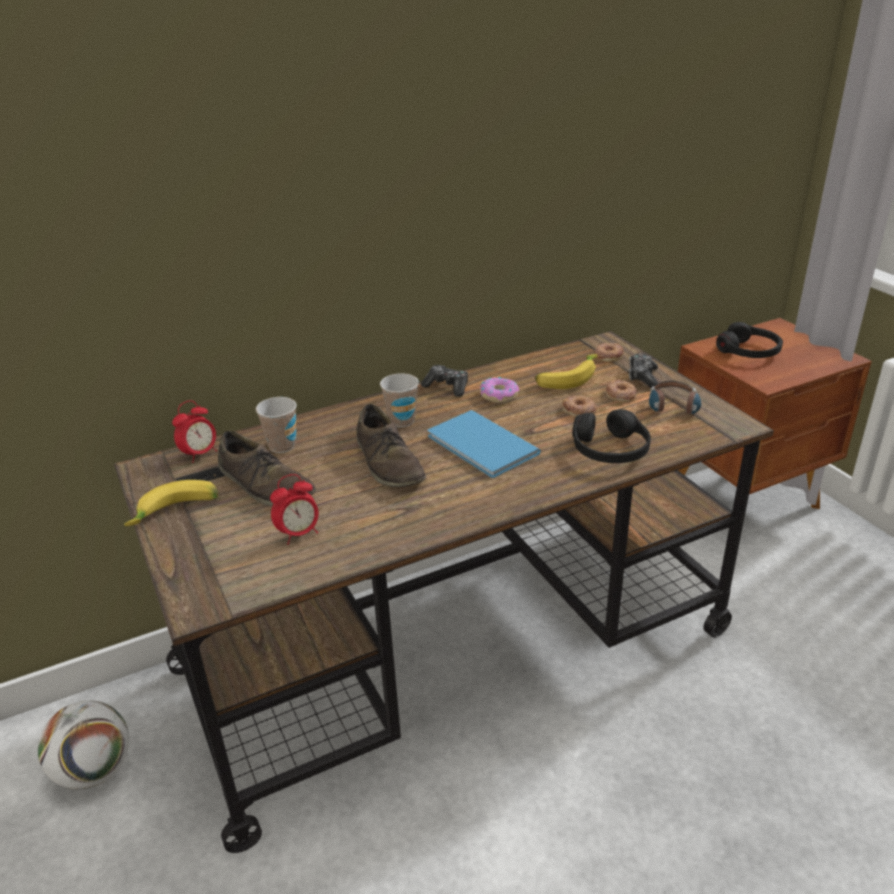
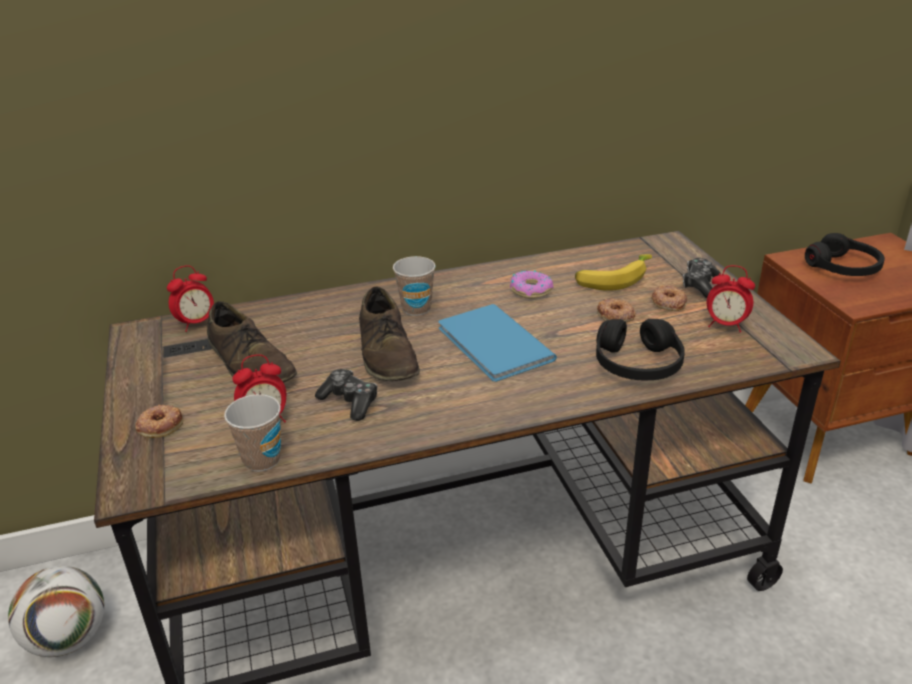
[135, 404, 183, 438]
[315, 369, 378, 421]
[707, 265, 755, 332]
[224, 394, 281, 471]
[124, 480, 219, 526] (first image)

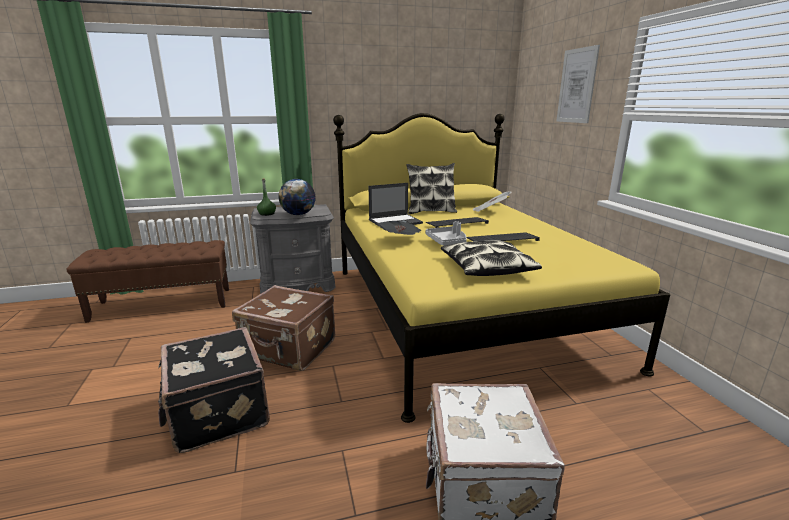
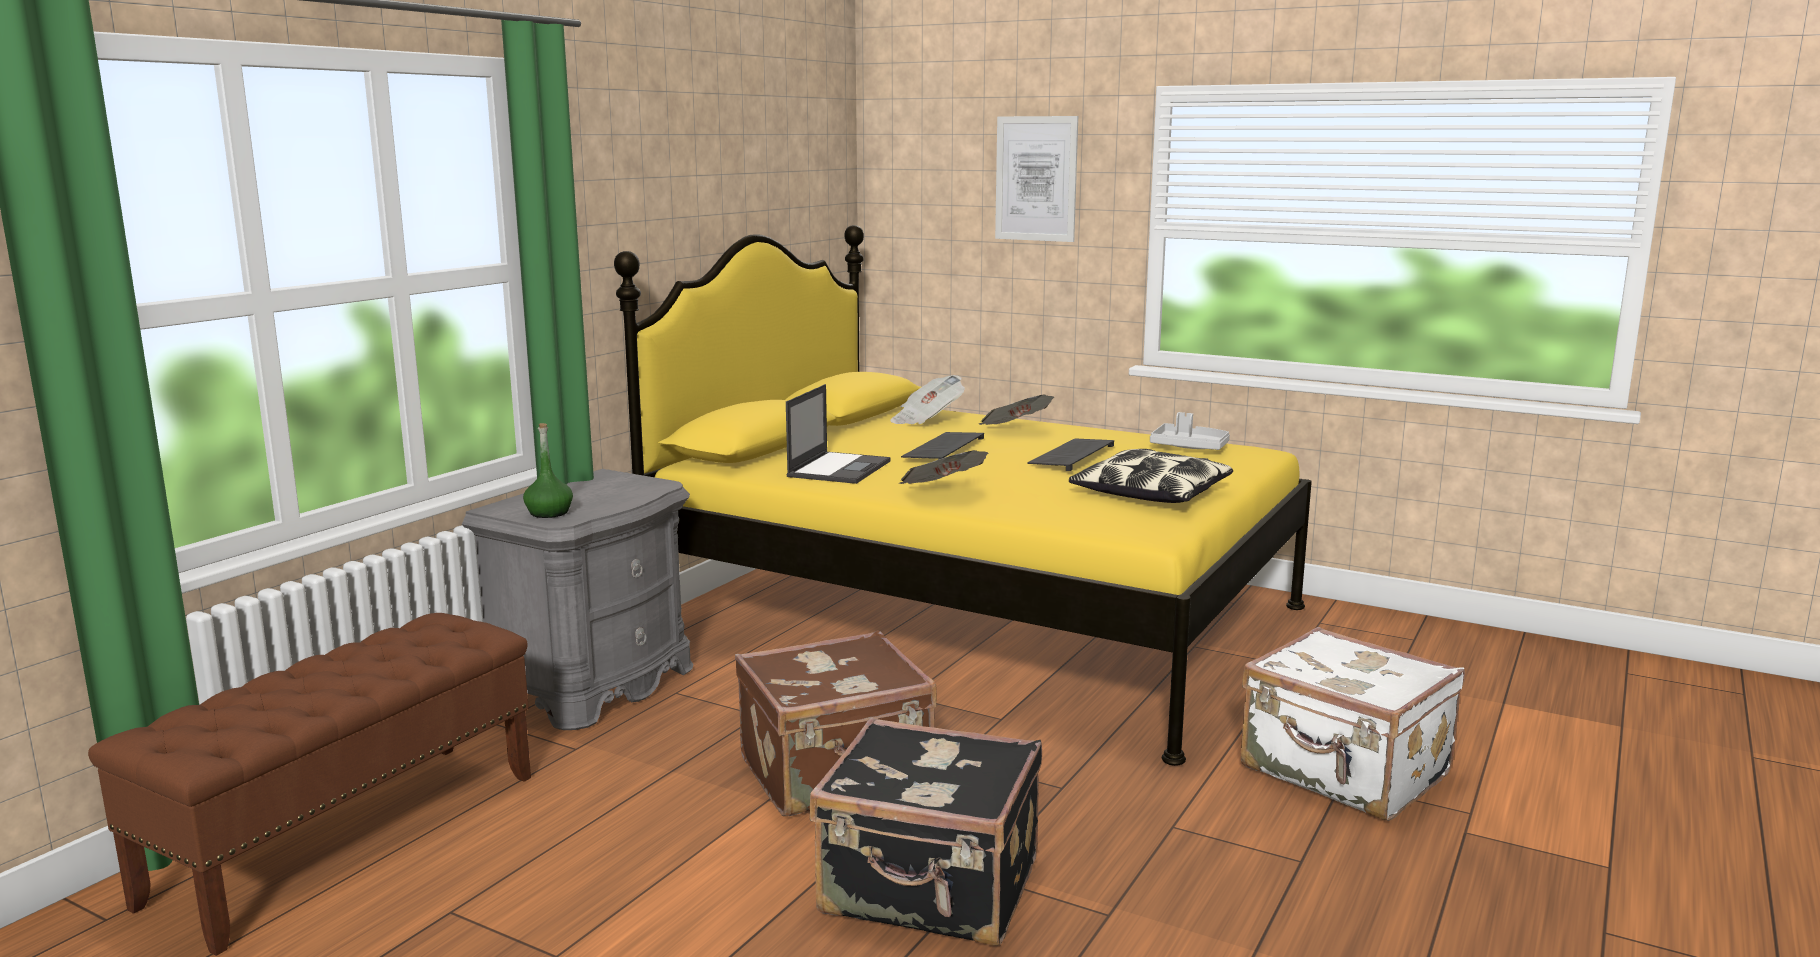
[406, 163, 457, 214] (first image)
[278, 179, 316, 215] (first image)
[1150, 412, 1230, 450]
[979, 394, 1054, 425]

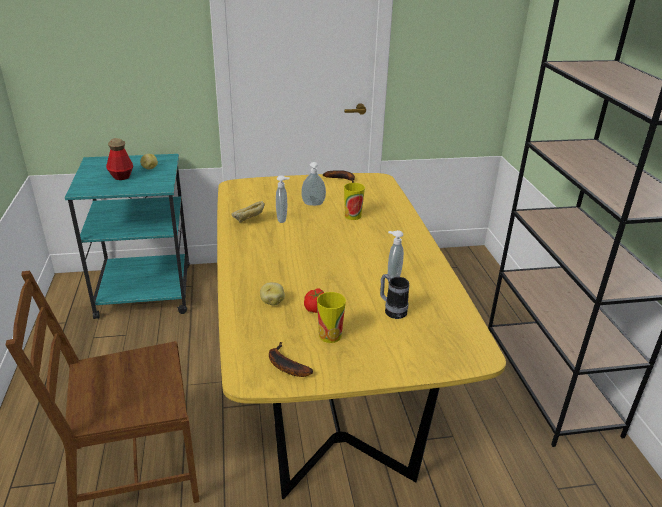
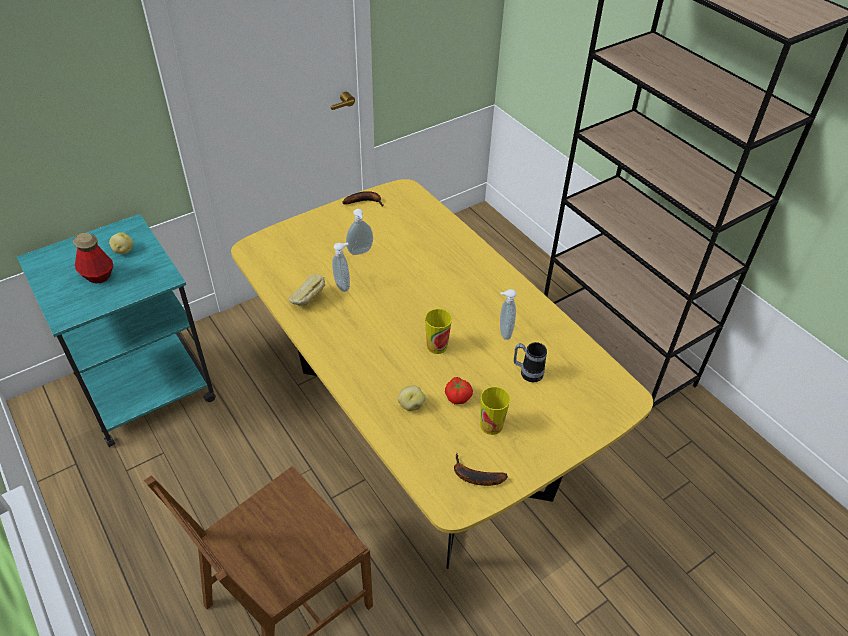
[425, 309, 452, 354]

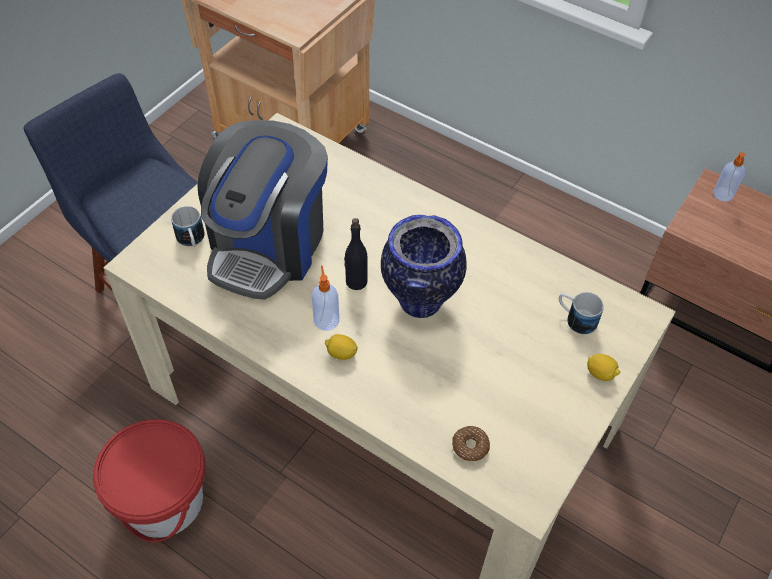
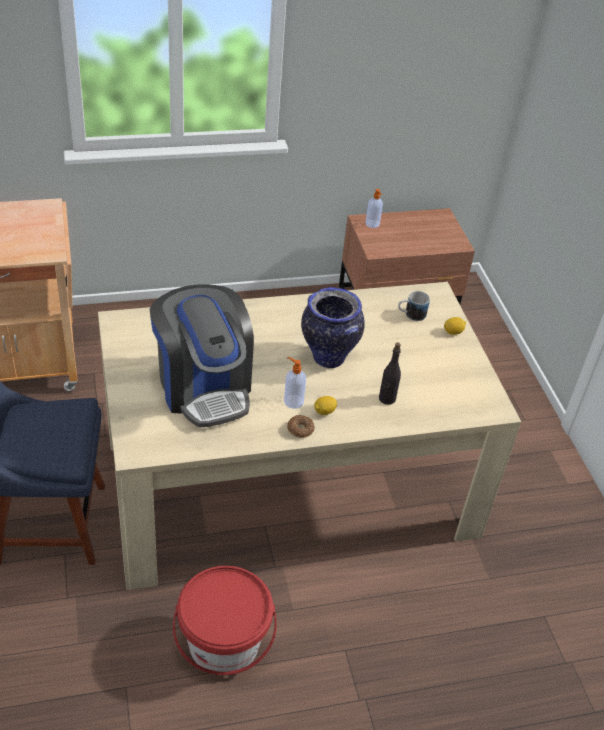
[171, 206, 205, 247] (first image)
[379, 343, 401, 405]
[287, 415, 315, 438]

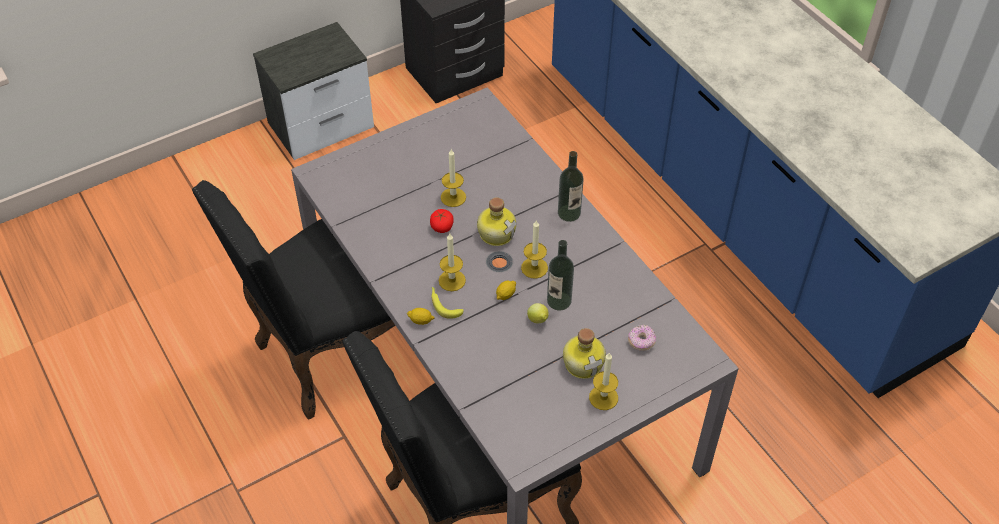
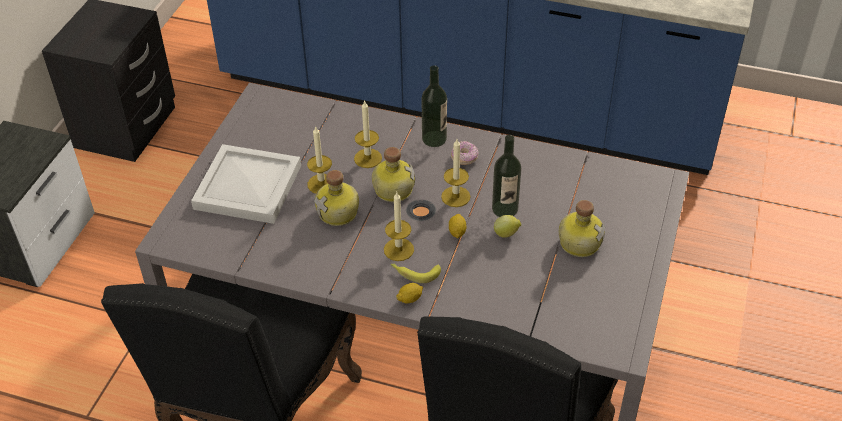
[314, 170, 359, 226]
[451, 141, 478, 165]
[354, 100, 382, 168]
[191, 144, 301, 224]

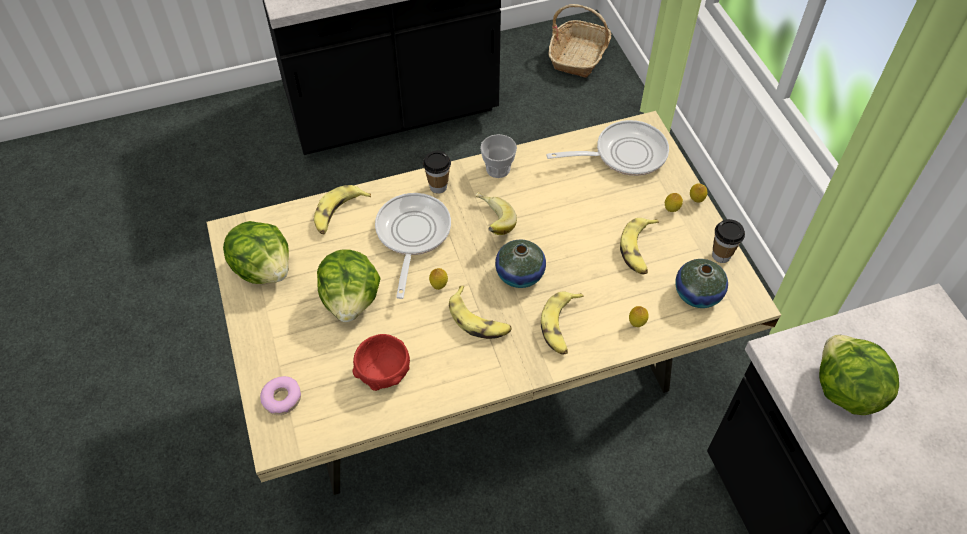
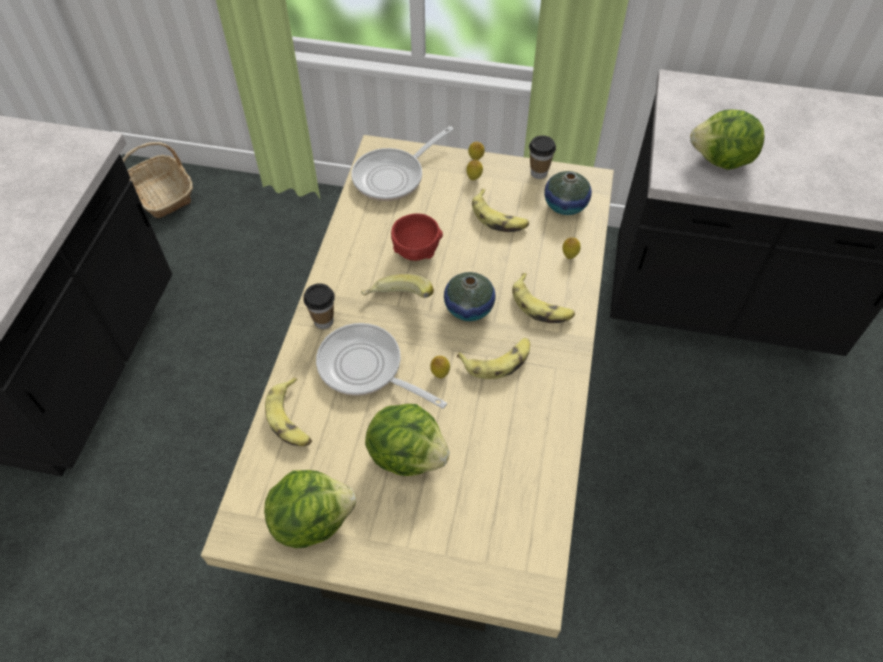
[351, 126, 454, 201]
[480, 134, 517, 178] (first image)
[391, 213, 443, 261]
[260, 376, 301, 415] (first image)

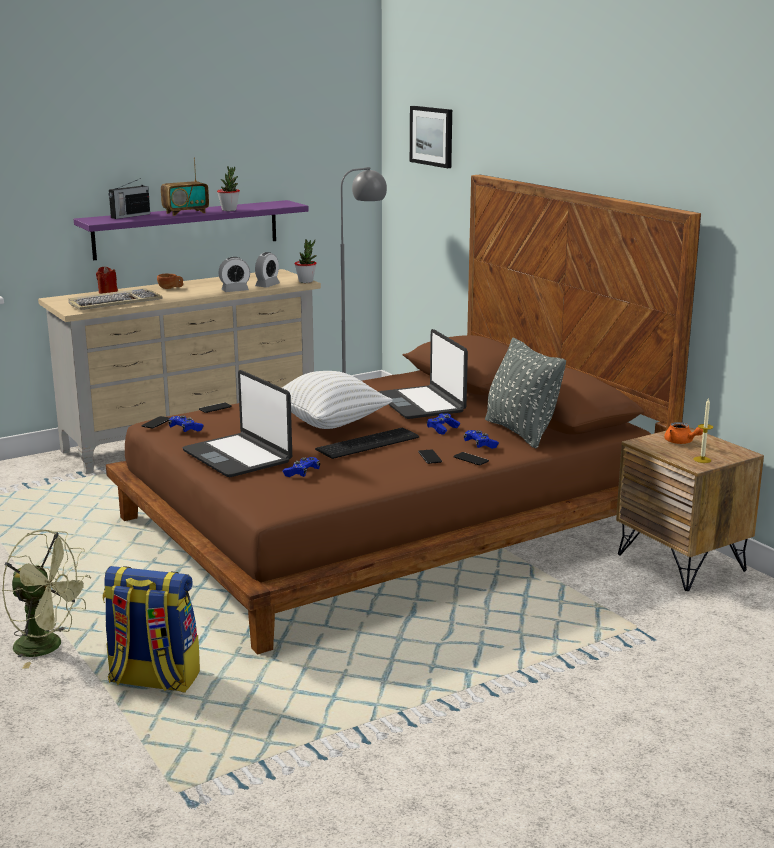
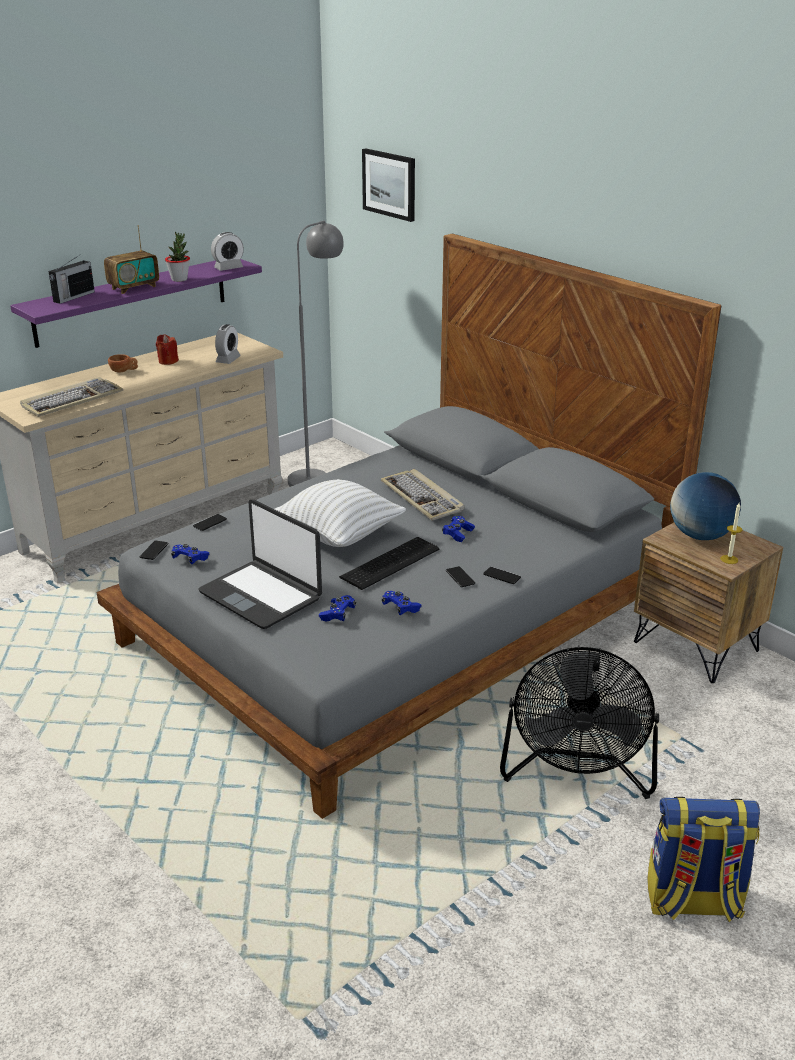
[97, 234, 721, 819]
[294, 239, 317, 283] (first image)
[211, 232, 244, 271]
[156, 334, 179, 365]
[381, 469, 464, 521]
[485, 338, 566, 448] (first image)
[670, 472, 741, 540]
[382, 591, 421, 615]
[2, 530, 91, 669] (first image)
[647, 797, 760, 922]
[500, 646, 659, 799]

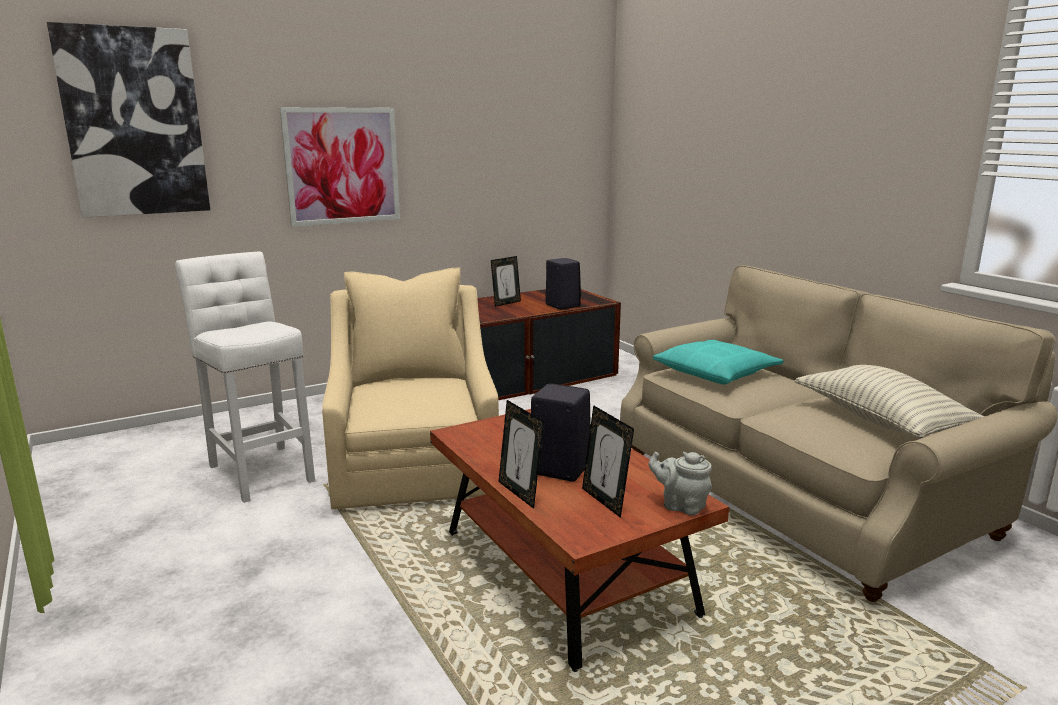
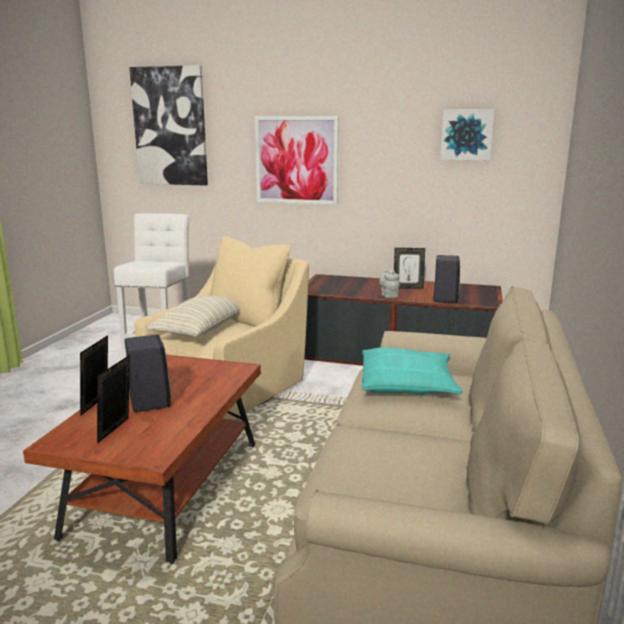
[146, 295, 240, 337]
[379, 269, 399, 298]
[440, 109, 494, 160]

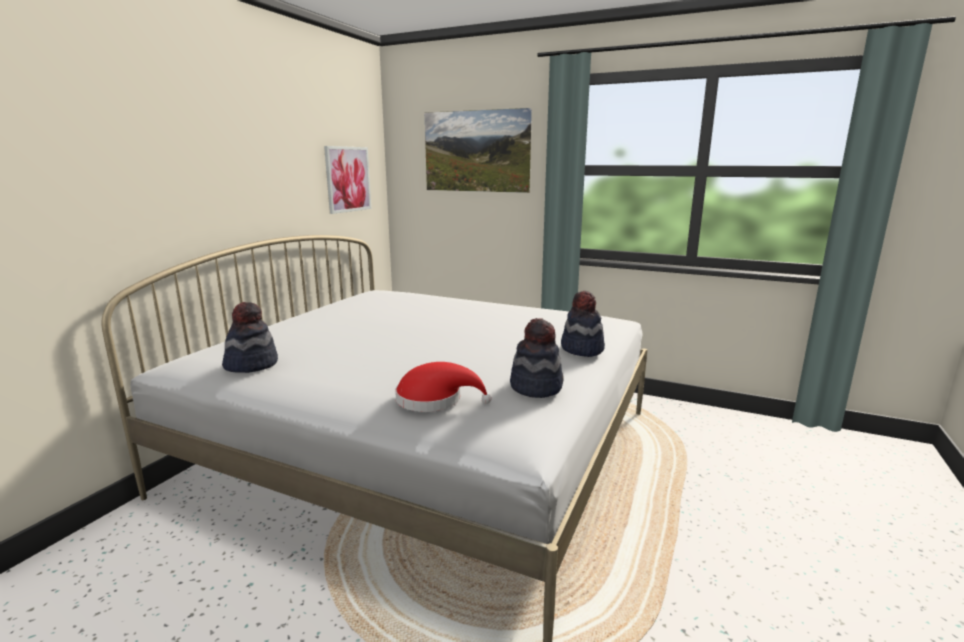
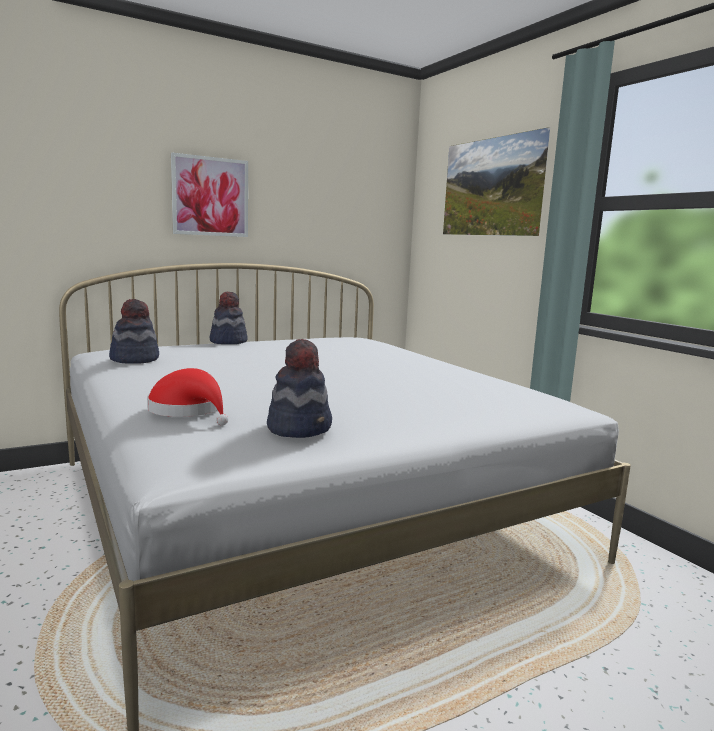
[171, 153, 248, 237]
[210, 292, 248, 344]

